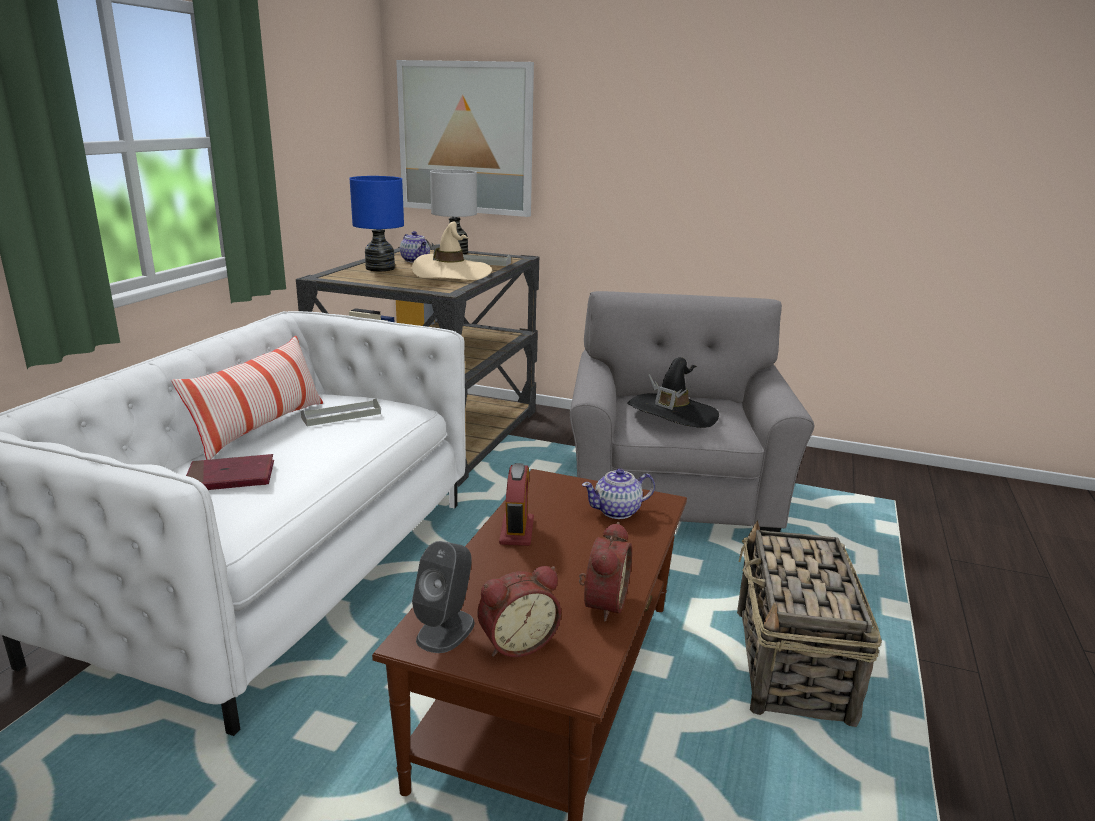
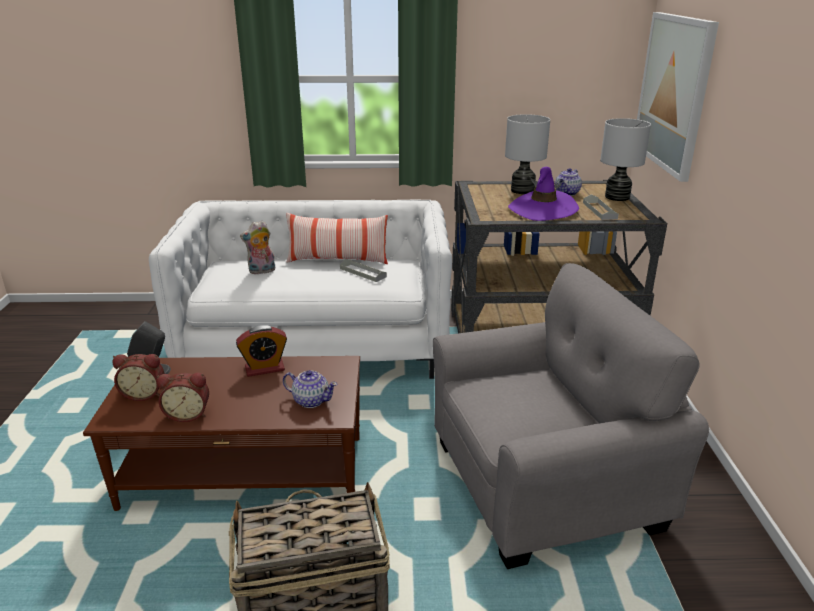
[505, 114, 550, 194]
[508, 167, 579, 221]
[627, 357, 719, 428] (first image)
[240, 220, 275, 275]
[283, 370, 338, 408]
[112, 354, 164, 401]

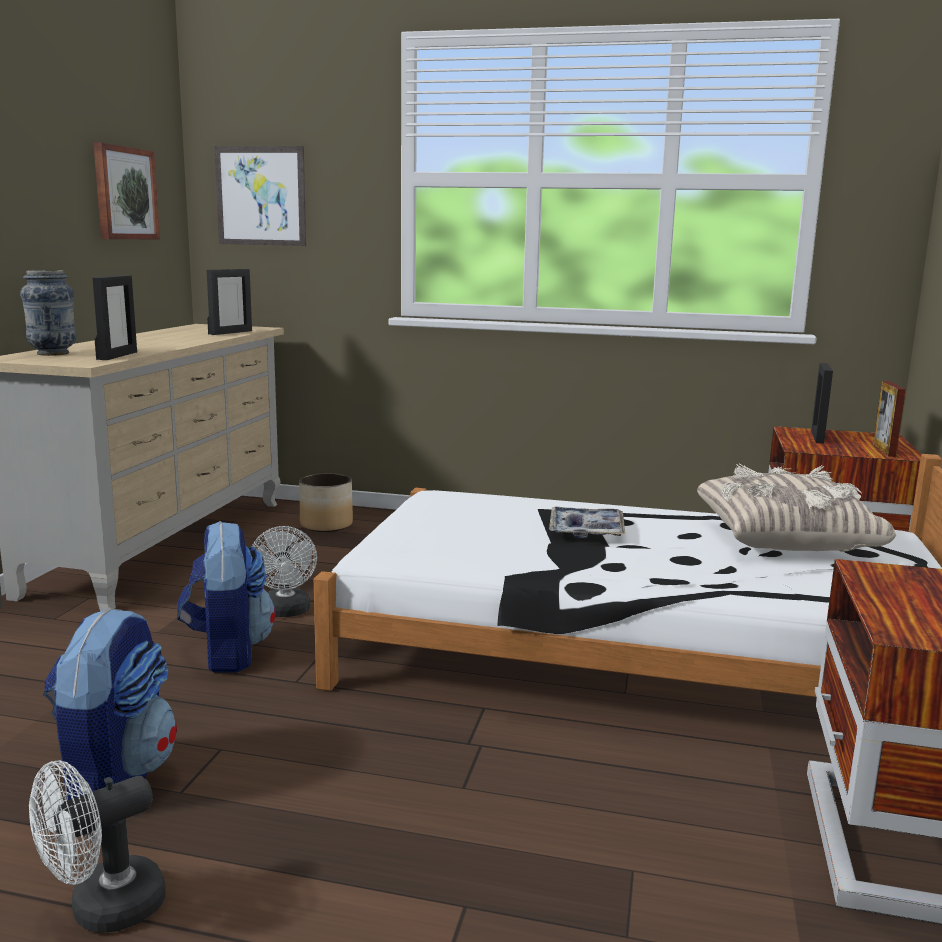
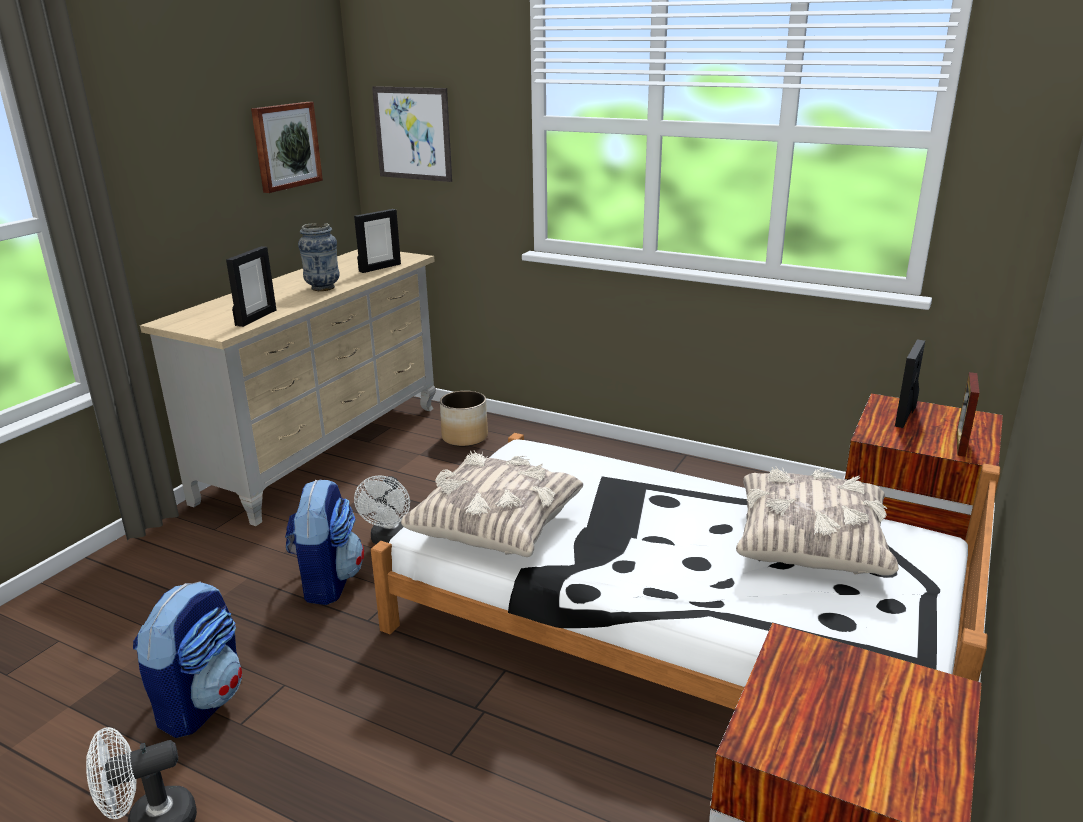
[298, 223, 340, 291]
[549, 507, 625, 538] (first image)
[401, 450, 583, 557]

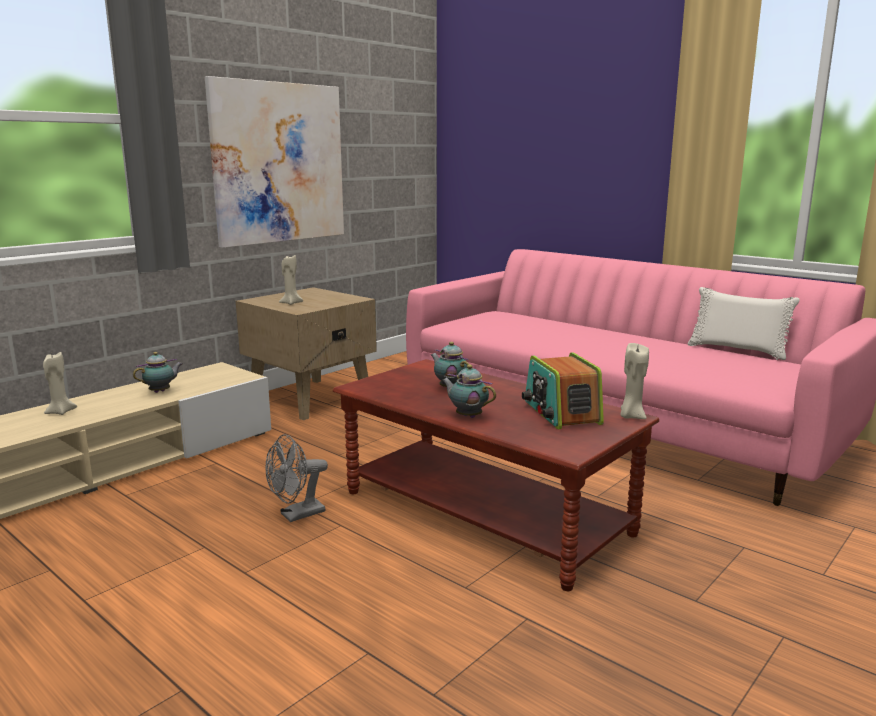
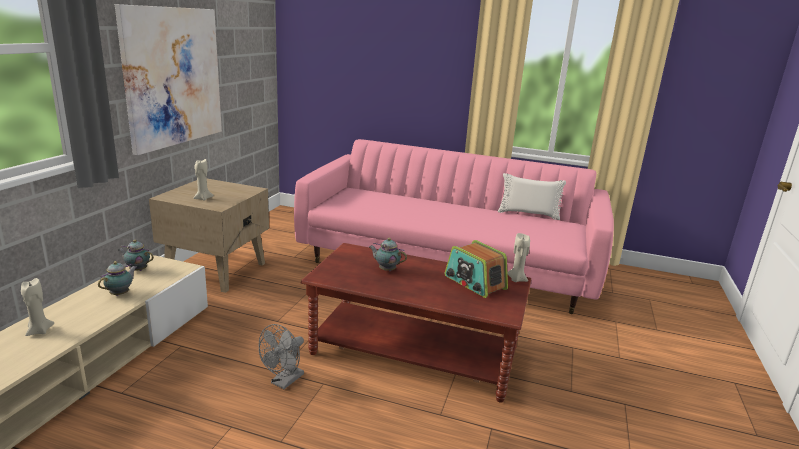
[118, 240, 154, 271]

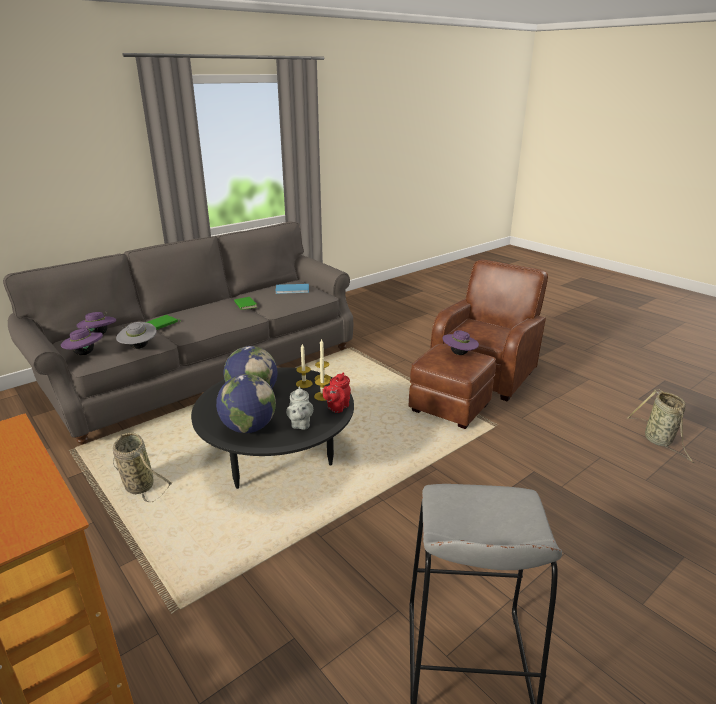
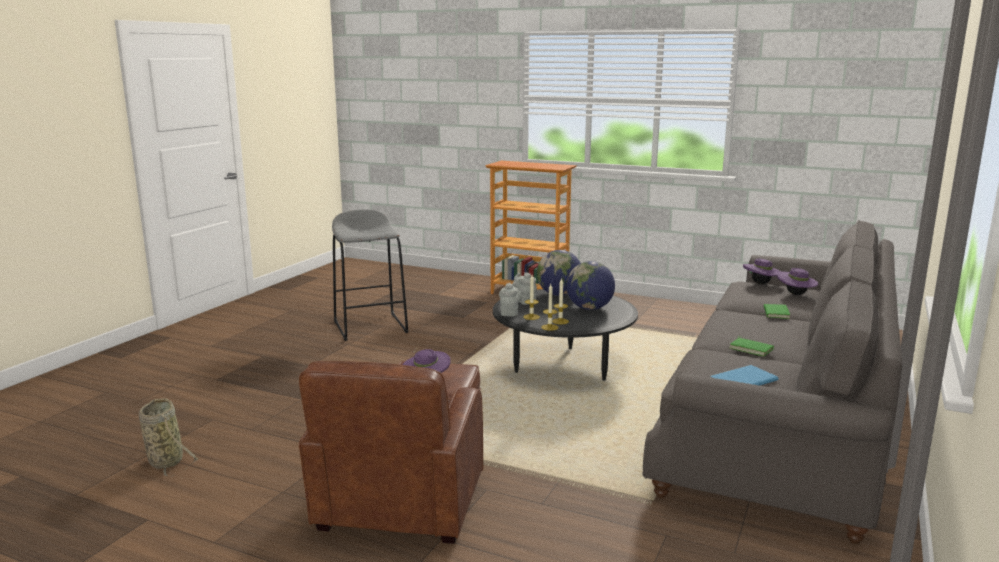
[116, 322, 157, 349] (first image)
[499, 282, 522, 317]
[113, 432, 172, 502] (first image)

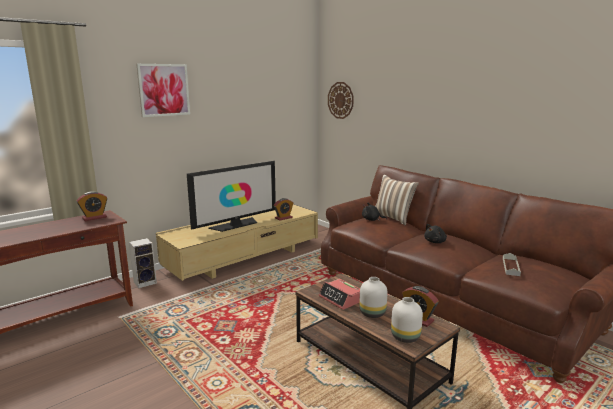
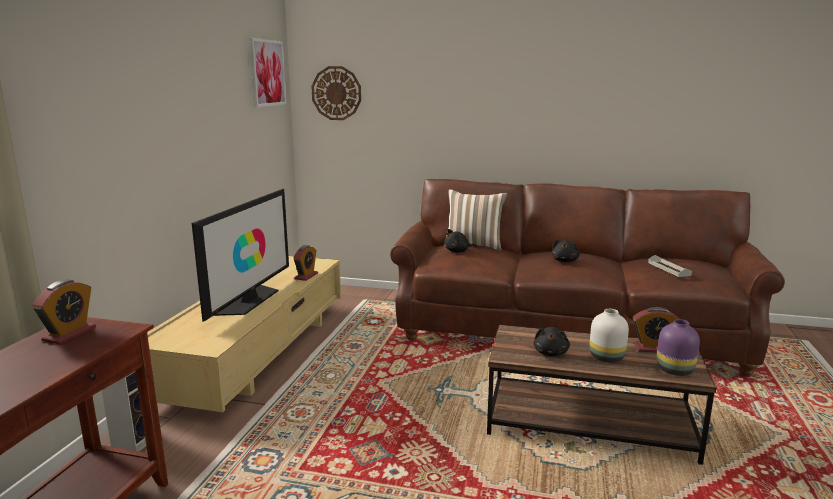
[249, 38, 287, 107]
[534, 327, 570, 356]
[656, 319, 700, 376]

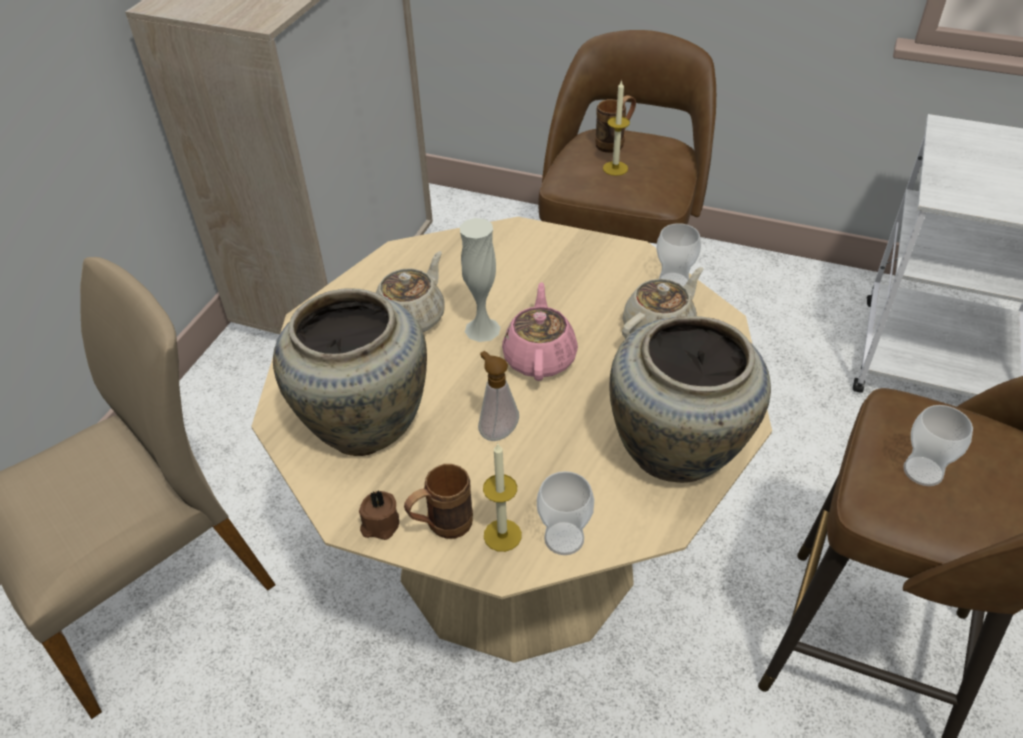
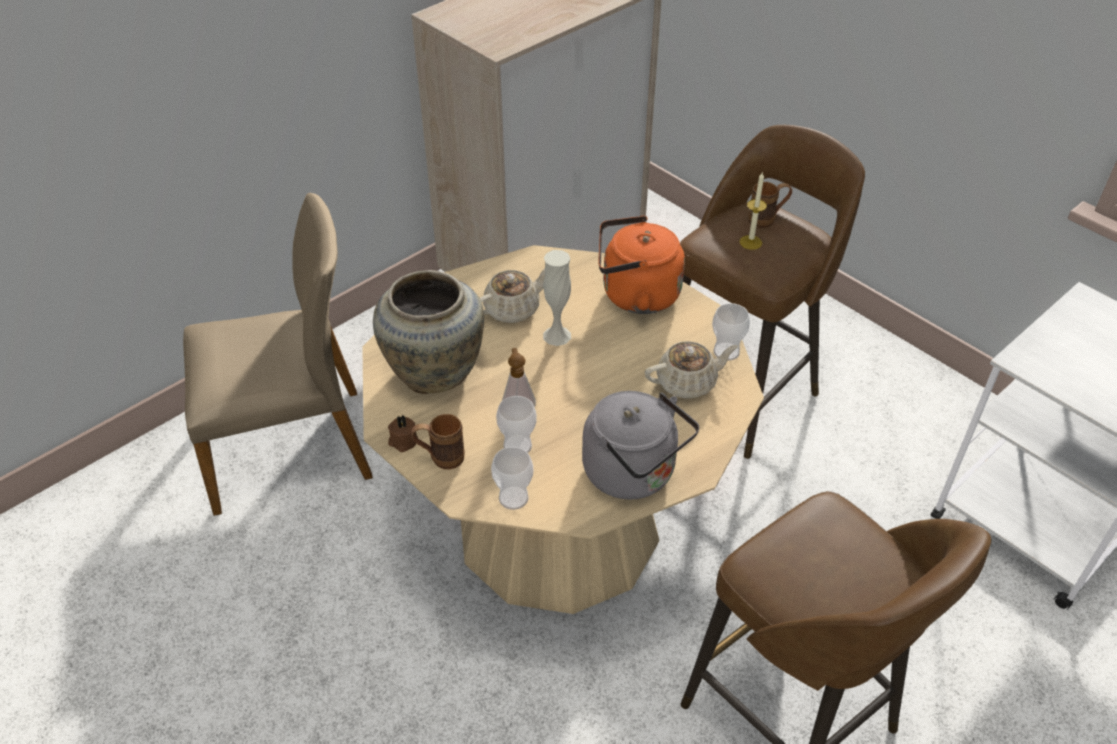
[502, 282, 578, 381] (first image)
[582, 391, 699, 500]
[496, 396, 537, 453]
[483, 444, 522, 552] (first image)
[598, 216, 685, 314]

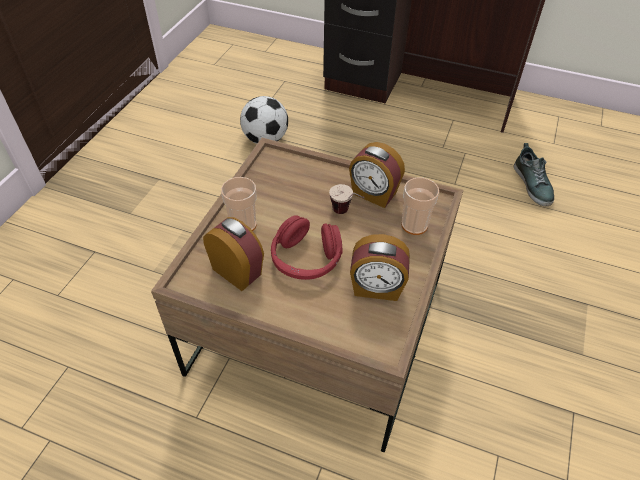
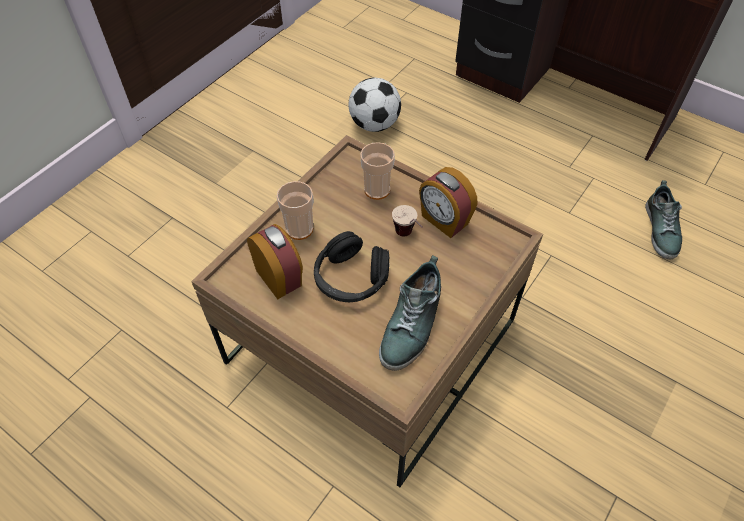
[360, 142, 395, 200]
[314, 231, 390, 302]
[379, 255, 441, 371]

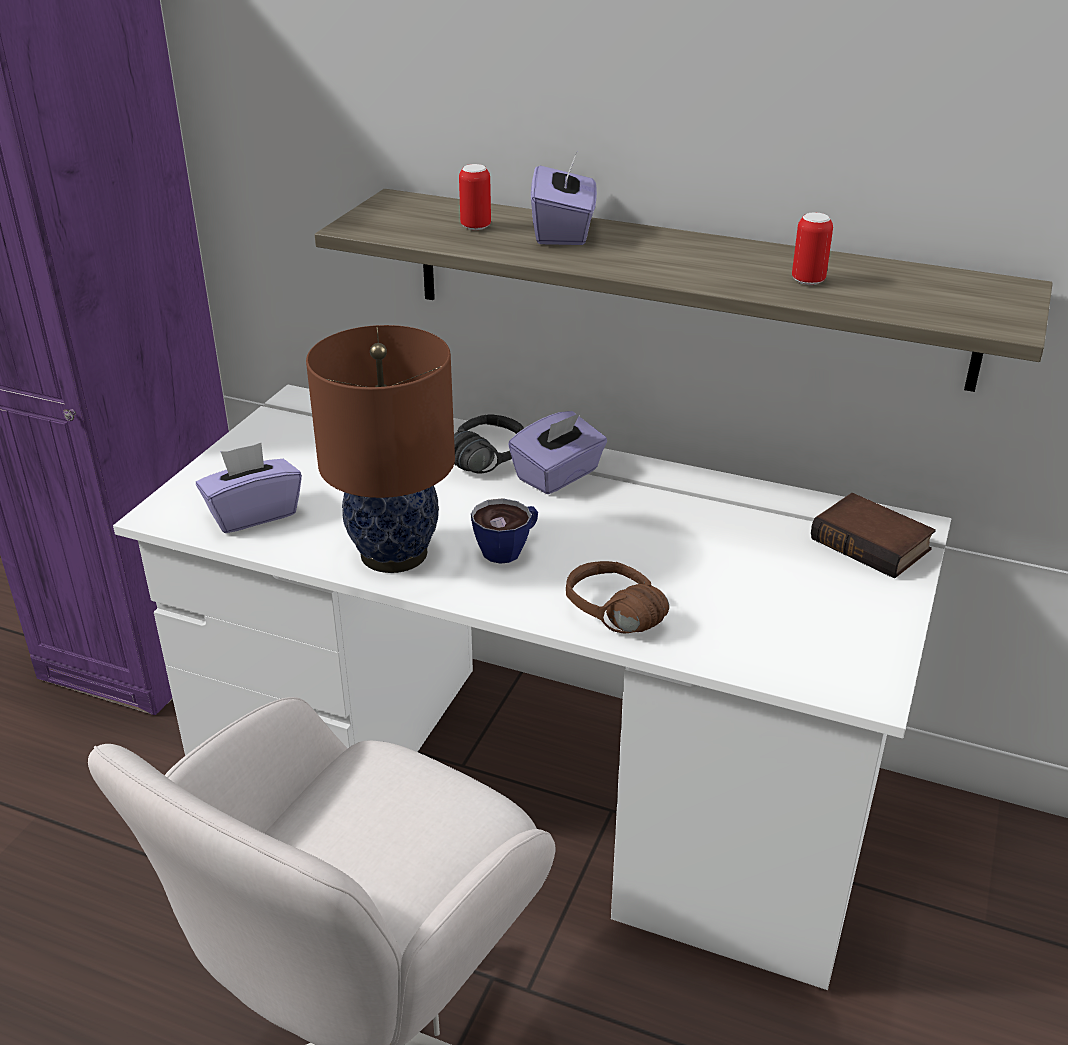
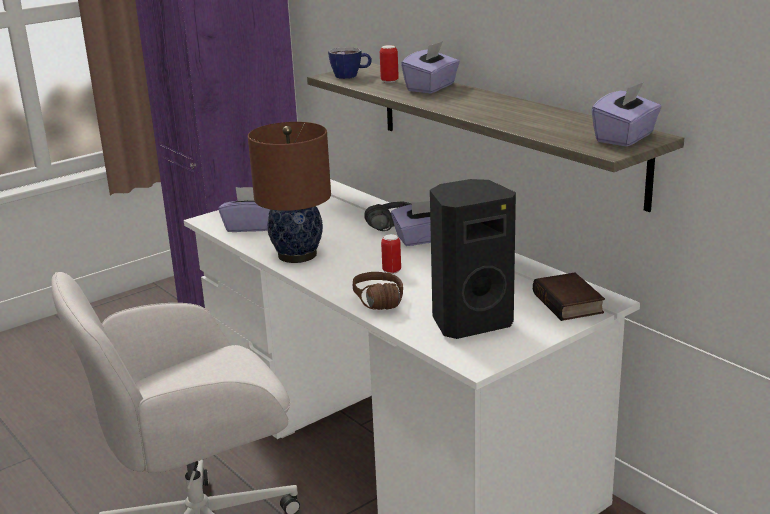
[381, 234, 401, 274]
[328, 47, 372, 79]
[592, 82, 662, 147]
[430, 179, 516, 339]

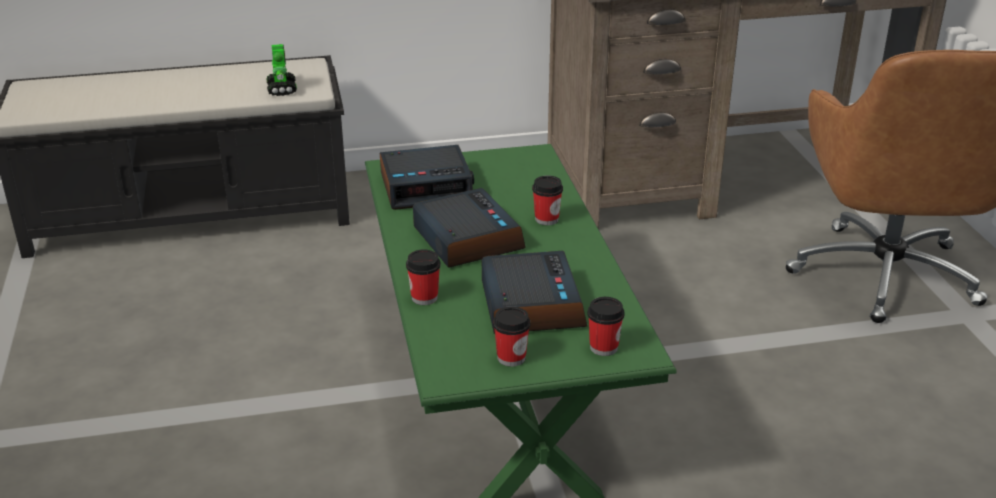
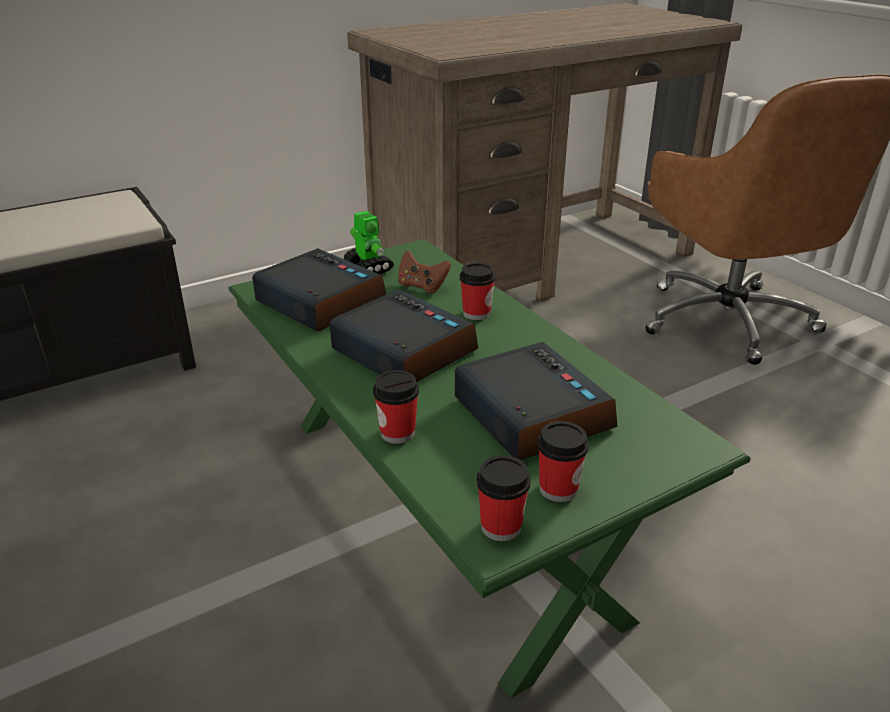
[344, 211, 394, 274]
[252, 248, 387, 332]
[476, 455, 531, 541]
[398, 250, 451, 293]

